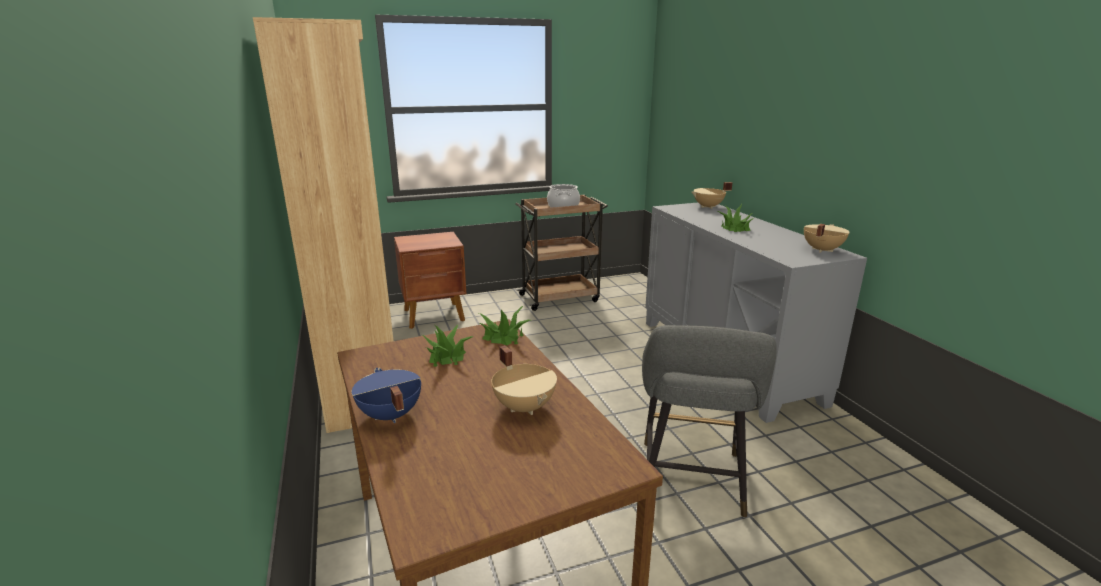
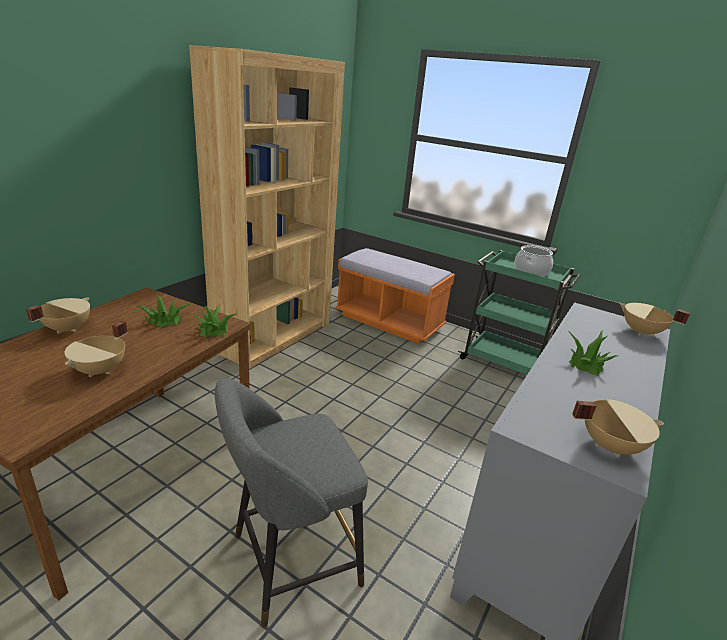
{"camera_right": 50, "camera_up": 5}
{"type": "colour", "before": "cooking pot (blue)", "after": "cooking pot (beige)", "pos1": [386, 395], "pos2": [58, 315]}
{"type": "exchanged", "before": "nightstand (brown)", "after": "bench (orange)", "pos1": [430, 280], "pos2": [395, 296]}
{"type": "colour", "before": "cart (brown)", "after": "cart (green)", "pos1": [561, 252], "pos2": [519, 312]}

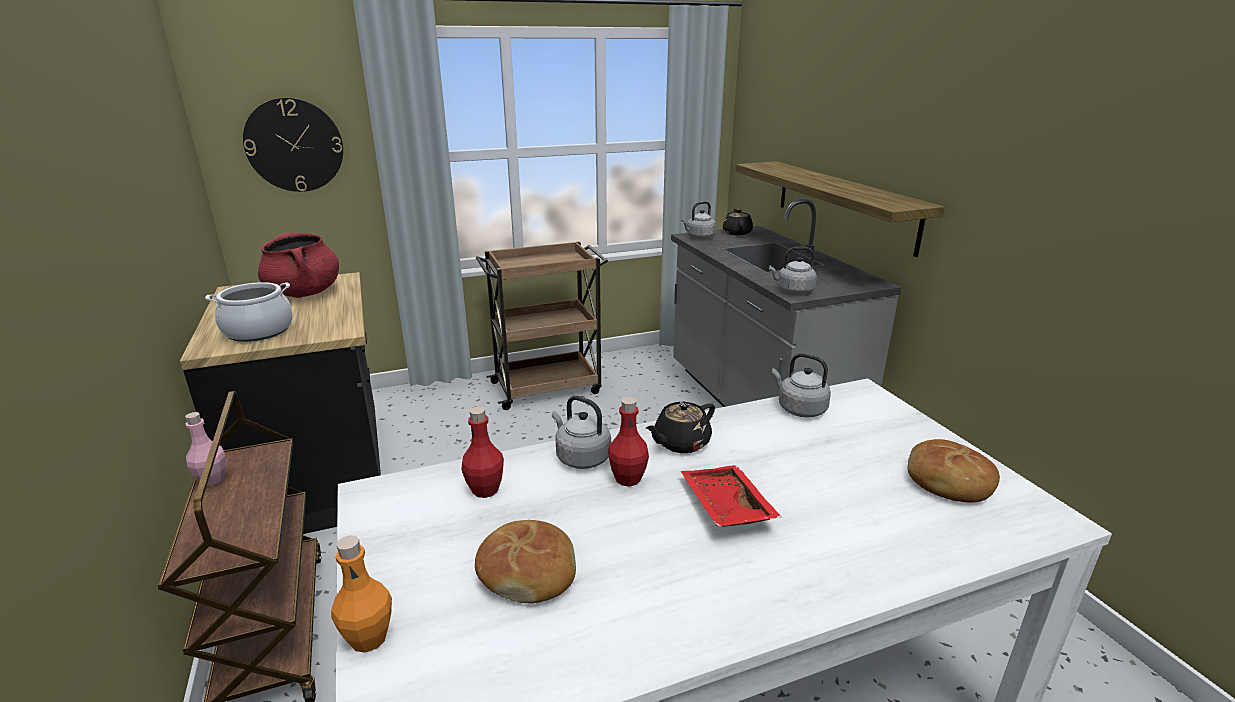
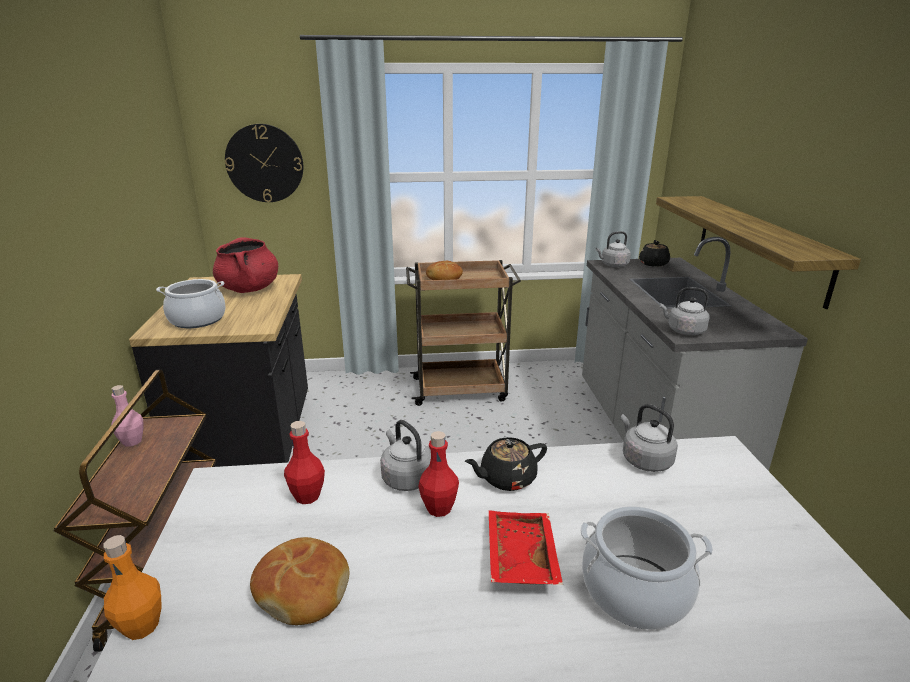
{"camera_right": 15, "camera_up": 0}
{"type": "relocated", "before": "bread", "pos1": [954, 470], "pos2": [444, 270]}
{"type": "appeared", "after": "cooking pot", "pos2": [647, 568]}

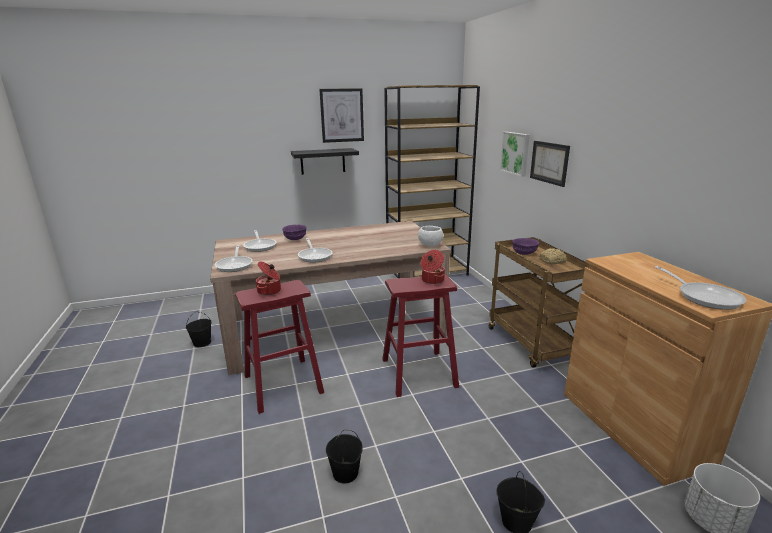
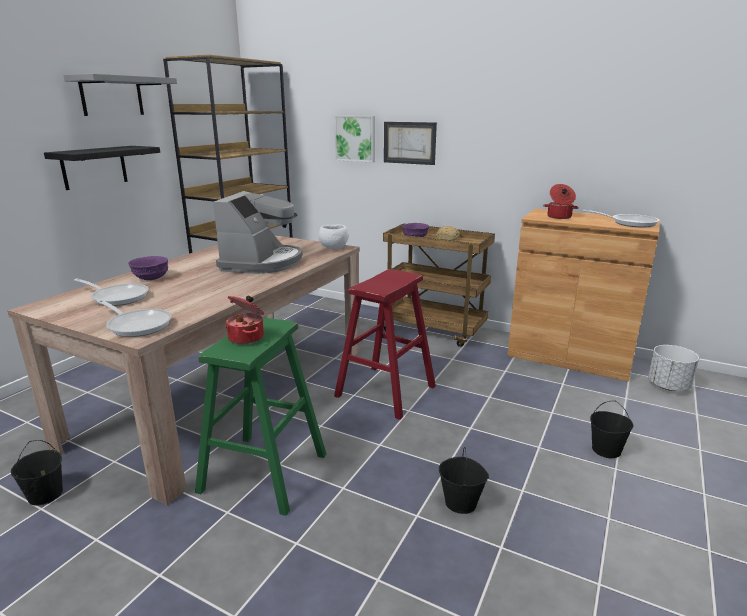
{"camera_right": -45, "camera_up": 0}
{"type": "colour", "before": "stool (red)", "after": "stool (green)", "pos1": [279, 347], "pos2": [260, 416]}
{"type": "missing", "before": "frying pan", "pos1": [315, 250]}
{"type": "exchanged", "before": "picture", "after": "shelf (grey)", "pos1": [341, 115], "pos2": [120, 95]}
{"type": "relocated", "before": "cooking pot", "pos1": [433, 267], "pos2": [561, 201]}
{"type": "appeared", "after": "coffee machine", "pos2": [258, 232]}

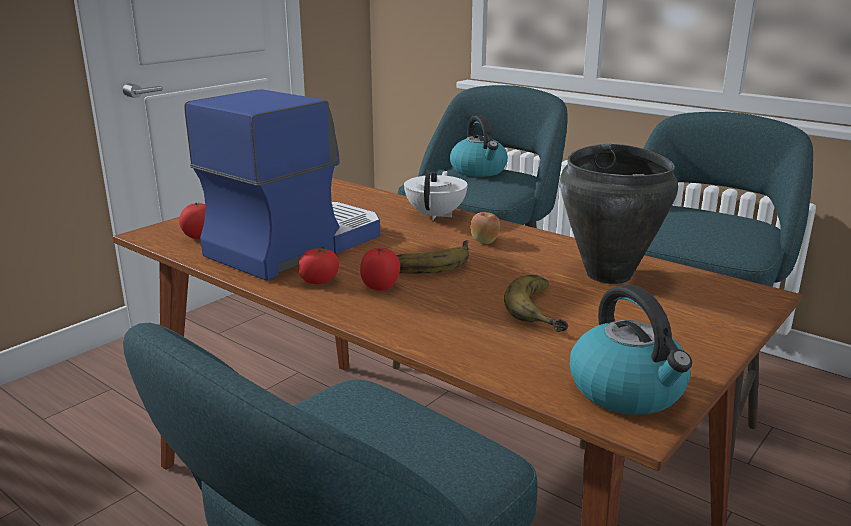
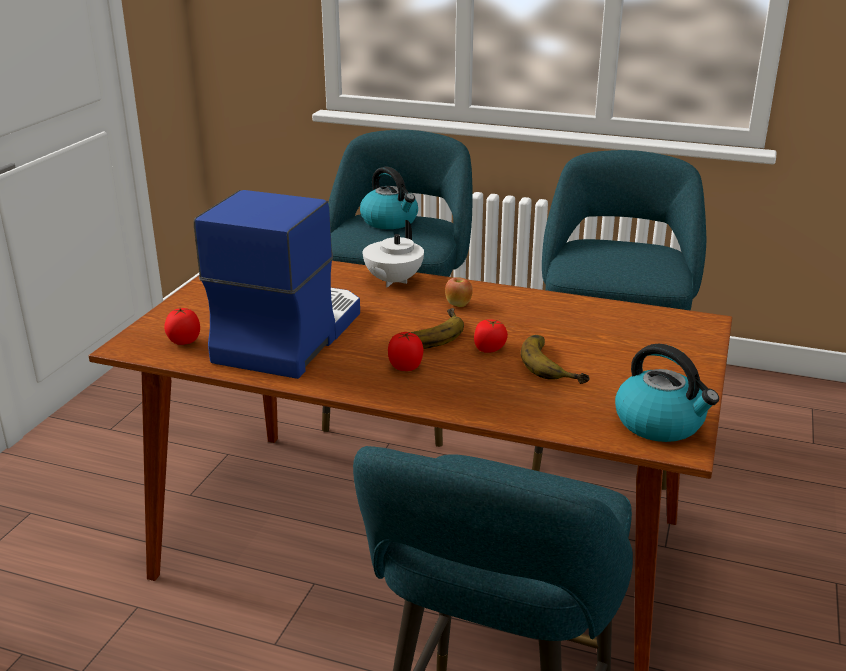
{"camera_right": -20, "camera_up": 5}
{"type": "relocated", "before": "tomato", "pos1": [318, 266], "pos2": [491, 336]}
{"type": "spun", "before": "teapot (white)", "pos1": [436, 196], "pos2": [393, 254], "turn": -150}
{"type": "missing", "before": "cooking pot (black)", "pos1": [619, 214]}

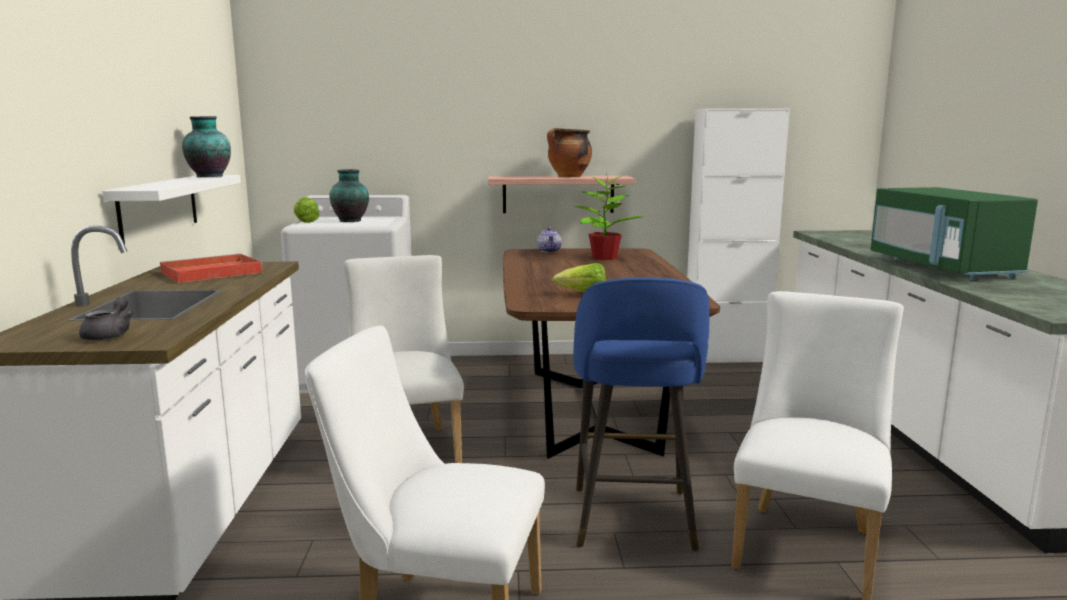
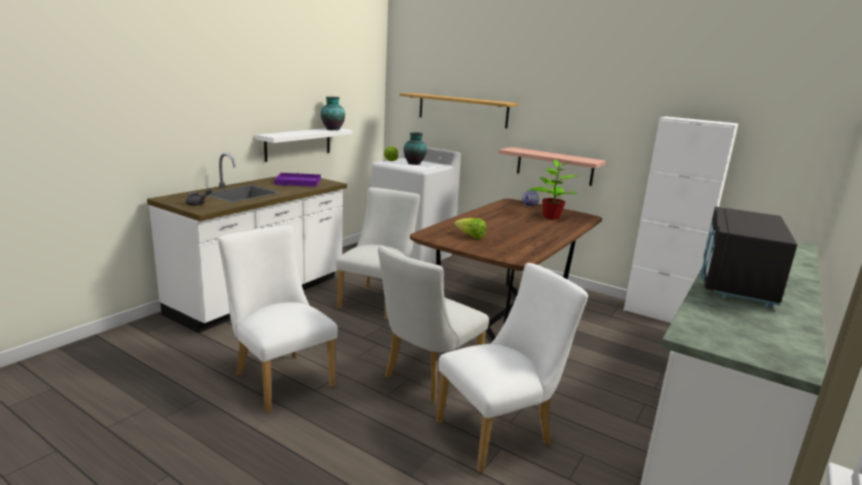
{"camera_right": 35, "camera_up": 5}
{"type": "colour", "before": "tray (red)", "after": "tray (purple)", "pos1": [211, 268], "pos2": [297, 179]}
{"type": "missing", "before": "cooking pot", "pos1": [569, 152]}
{"type": "exchanged", "before": "stool (blue)", "after": "chair (white)", "pos1": [641, 414], "pos2": [433, 324]}
{"type": "colour", "before": "microwave (green)", "after": "microwave (black)", "pos1": [954, 234], "pos2": [749, 257]}
{"type": "appeared", "after": "shelf", "pos2": [459, 110]}

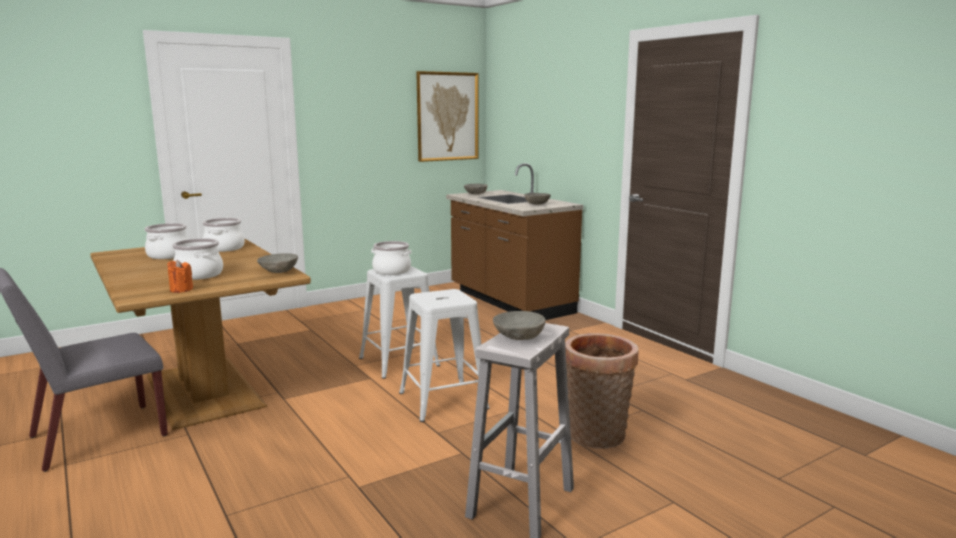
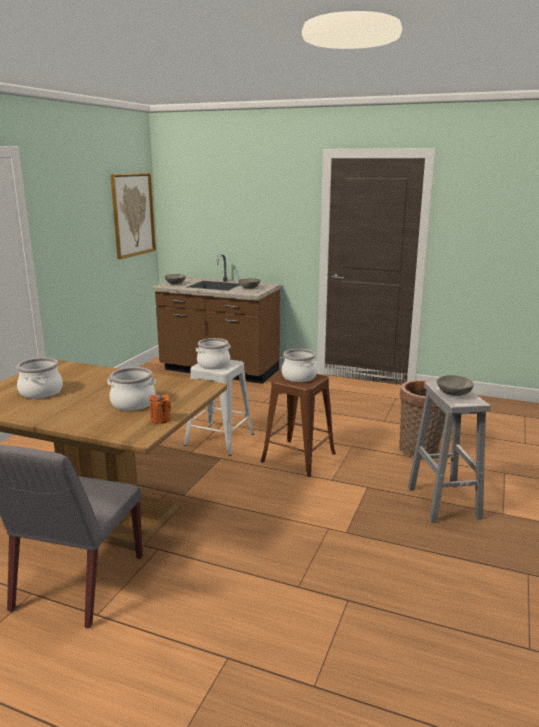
{"camera_right": -35, "camera_up": 5}
{"type": "relocated", "before": "cooking pot", "pos1": [223, 235], "pos2": [299, 365]}
{"type": "missing", "before": "bowl (grey)", "pos1": [277, 263]}
{"type": "colour", "before": "stool (white)", "after": "stool (brown)", "pos1": [444, 355], "pos2": [298, 425]}

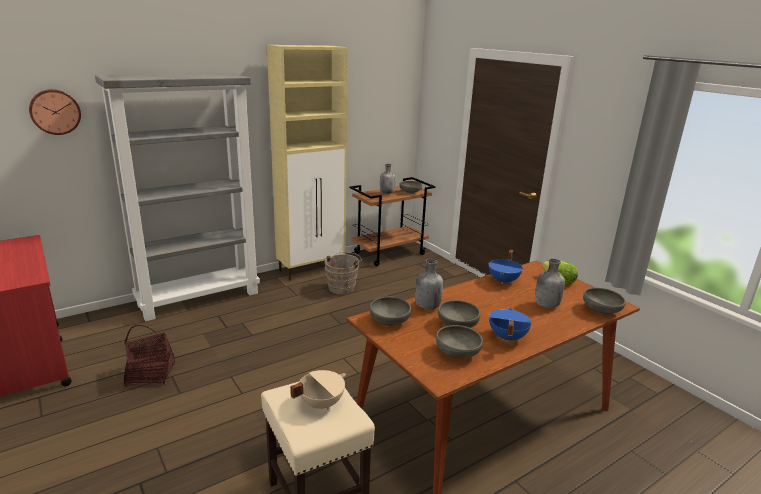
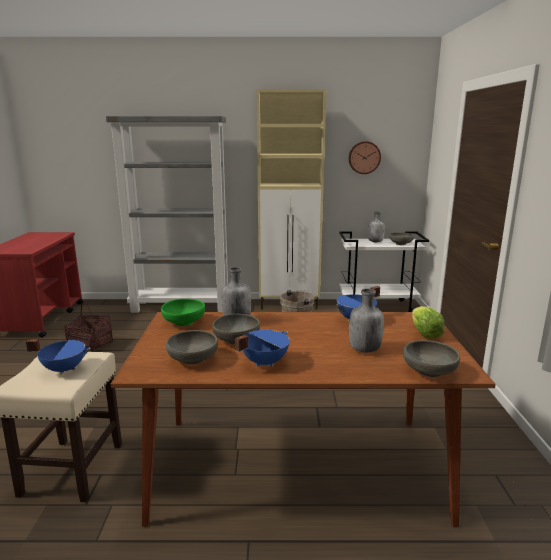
{"camera_right": 35, "camera_up": -5}
{"type": "relocated", "before": "wall clock", "pos1": [55, 112], "pos2": [365, 157]}
{"type": "colour", "before": "cooking pot (beige)", "after": "cooking pot (blue)", "pos1": [318, 390], "pos2": [58, 357]}
{"type": "colour", "before": "cart (brown)", "after": "cart (white)", "pos1": [392, 222], "pos2": [384, 272]}
{"type": "colour", "before": "bowl (grey)", "after": "bowl (green)", "pos1": [390, 311], "pos2": [183, 312]}

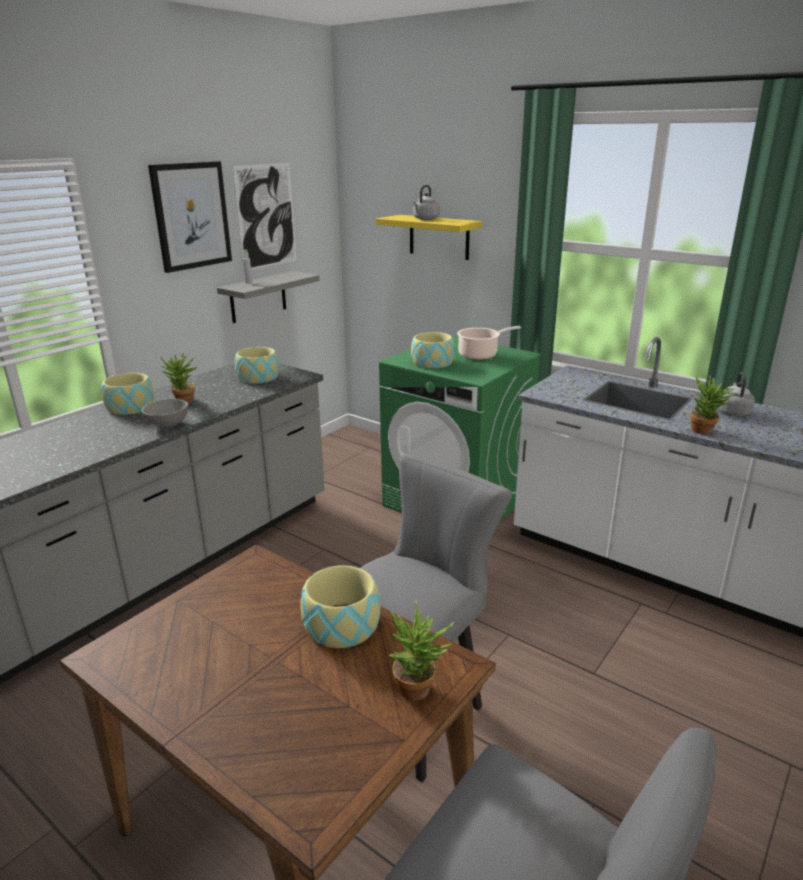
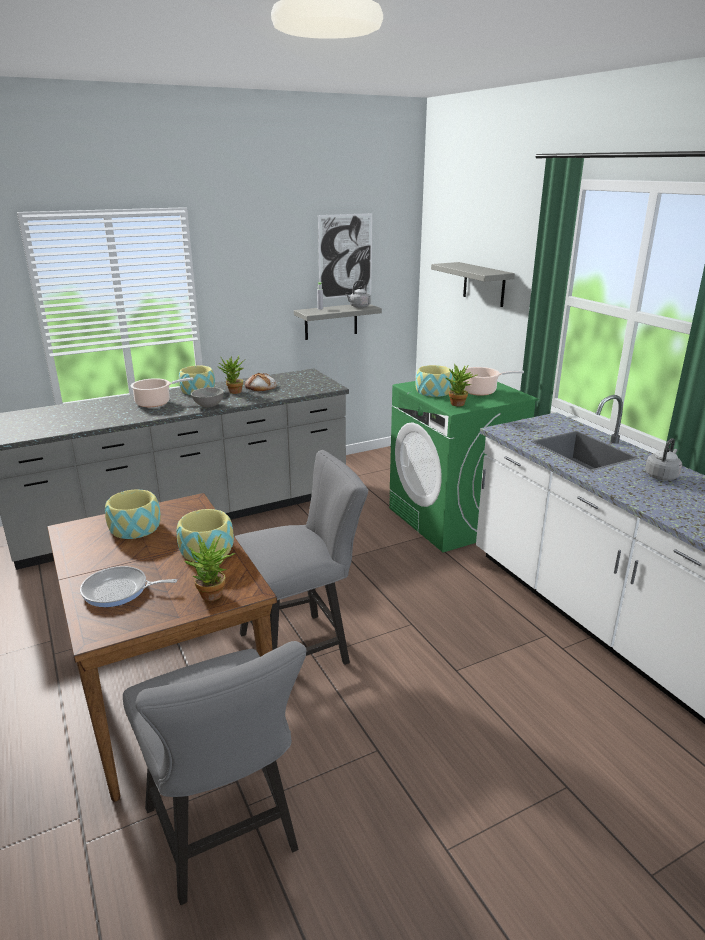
{"camera_right": 25, "camera_up": 0}
{"type": "missing", "before": "picture", "pos1": [190, 217]}
{"type": "relocated", "before": "bowl", "pos1": [257, 365], "pos2": [133, 514]}
{"type": "colour", "before": "shelf (yellow)", "after": "shelf (grey)", "pos1": [429, 237], "pos2": [473, 284]}
{"type": "relocated", "before": "kettle (grey)", "pos1": [426, 202], "pos2": [358, 294]}
{"type": "relocated", "before": "potted plant", "pos1": [714, 405], "pos2": [461, 385]}
{"type": "appeared", "after": "frying pan", "pos2": [128, 586]}
{"type": "appeared", "after": "cooking pot", "pos2": [162, 392]}
{"type": "appeared", "after": "bread", "pos2": [261, 382]}

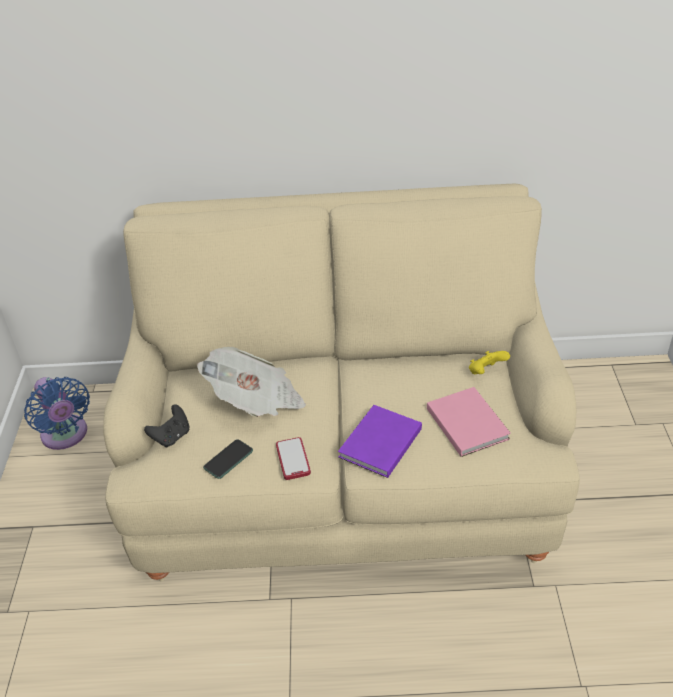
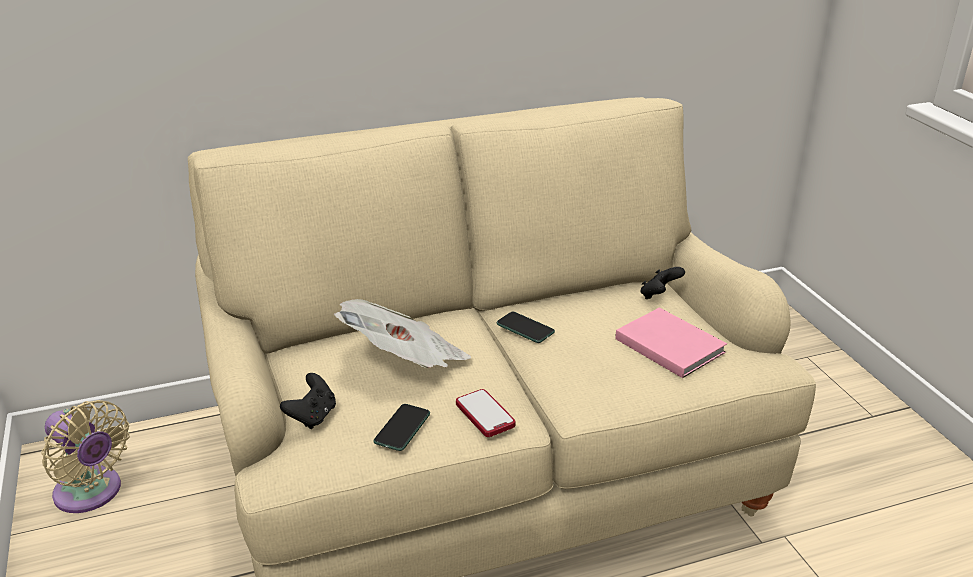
{"camera_right": -20, "camera_up": -10}
{"type": "colour", "before": "fan (blue)", "after": "fan (beige)", "pos1": [57, 413], "pos2": [85, 456]}
{"type": "missing", "before": "book (purple)", "pos1": [380, 441]}
{"type": "colour", "before": "game controller (yellow)", "after": "game controller (black)", "pos1": [489, 362], "pos2": [662, 283]}
{"type": "appeared", "after": "phone", "pos2": [526, 327]}

